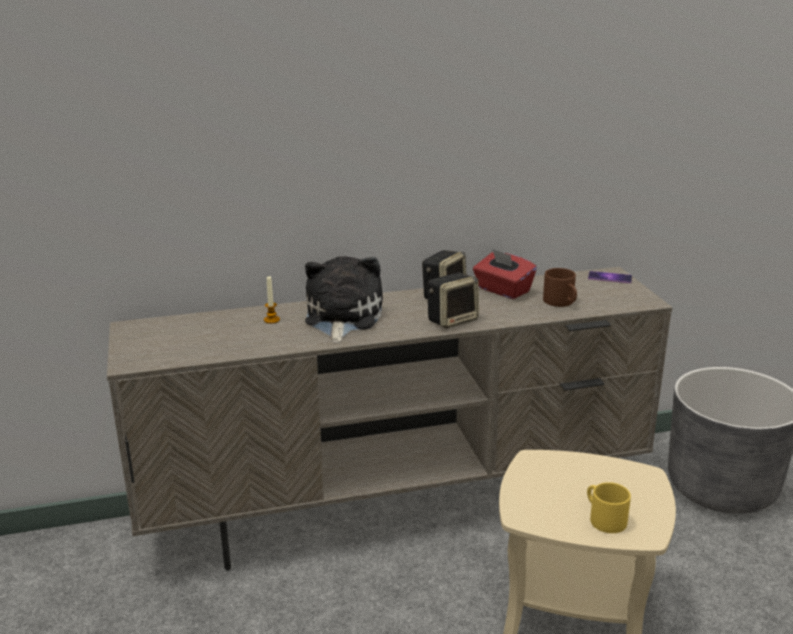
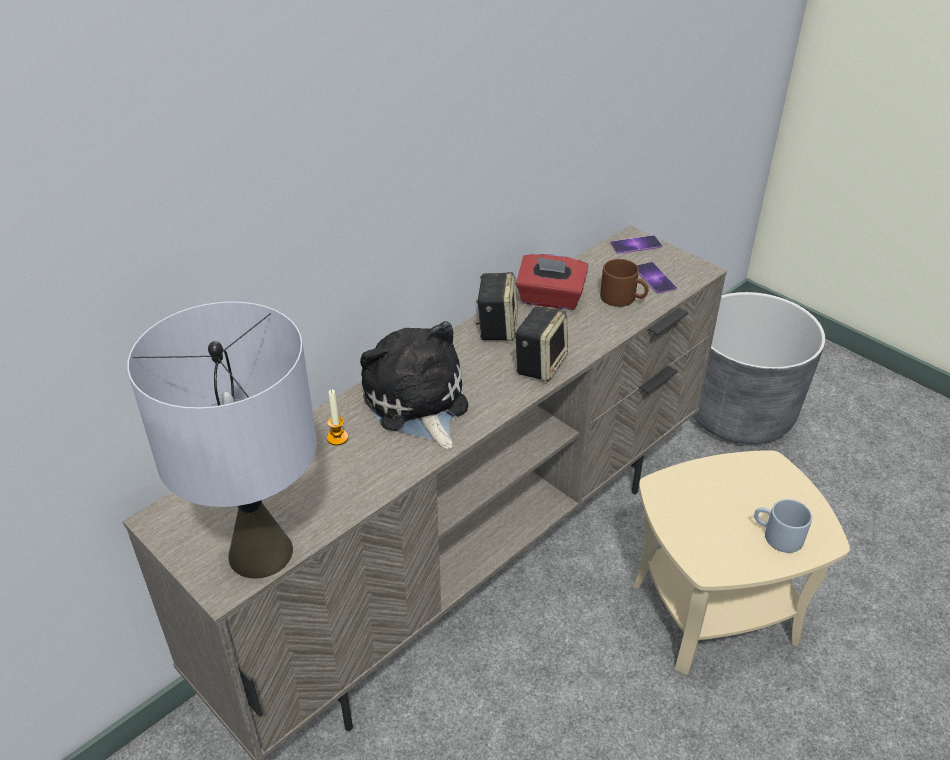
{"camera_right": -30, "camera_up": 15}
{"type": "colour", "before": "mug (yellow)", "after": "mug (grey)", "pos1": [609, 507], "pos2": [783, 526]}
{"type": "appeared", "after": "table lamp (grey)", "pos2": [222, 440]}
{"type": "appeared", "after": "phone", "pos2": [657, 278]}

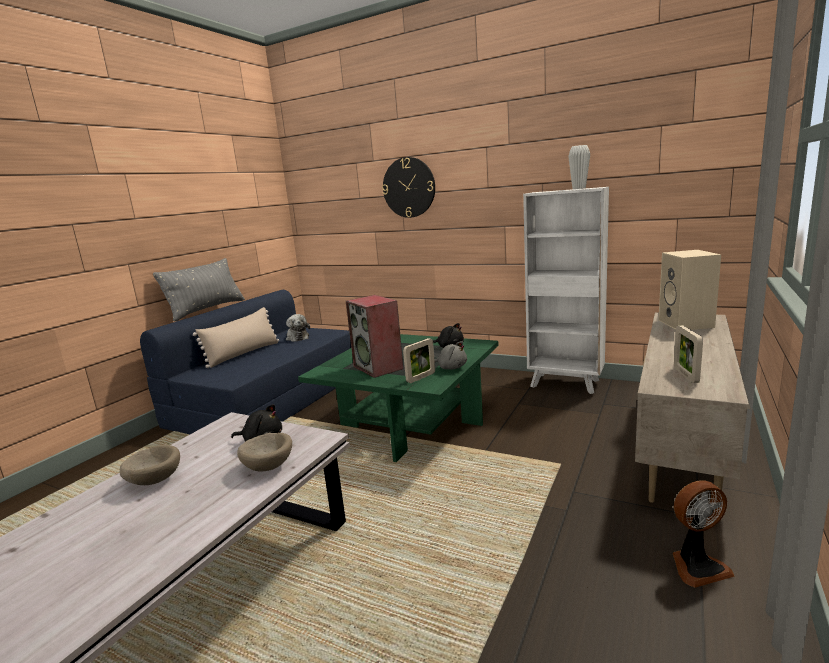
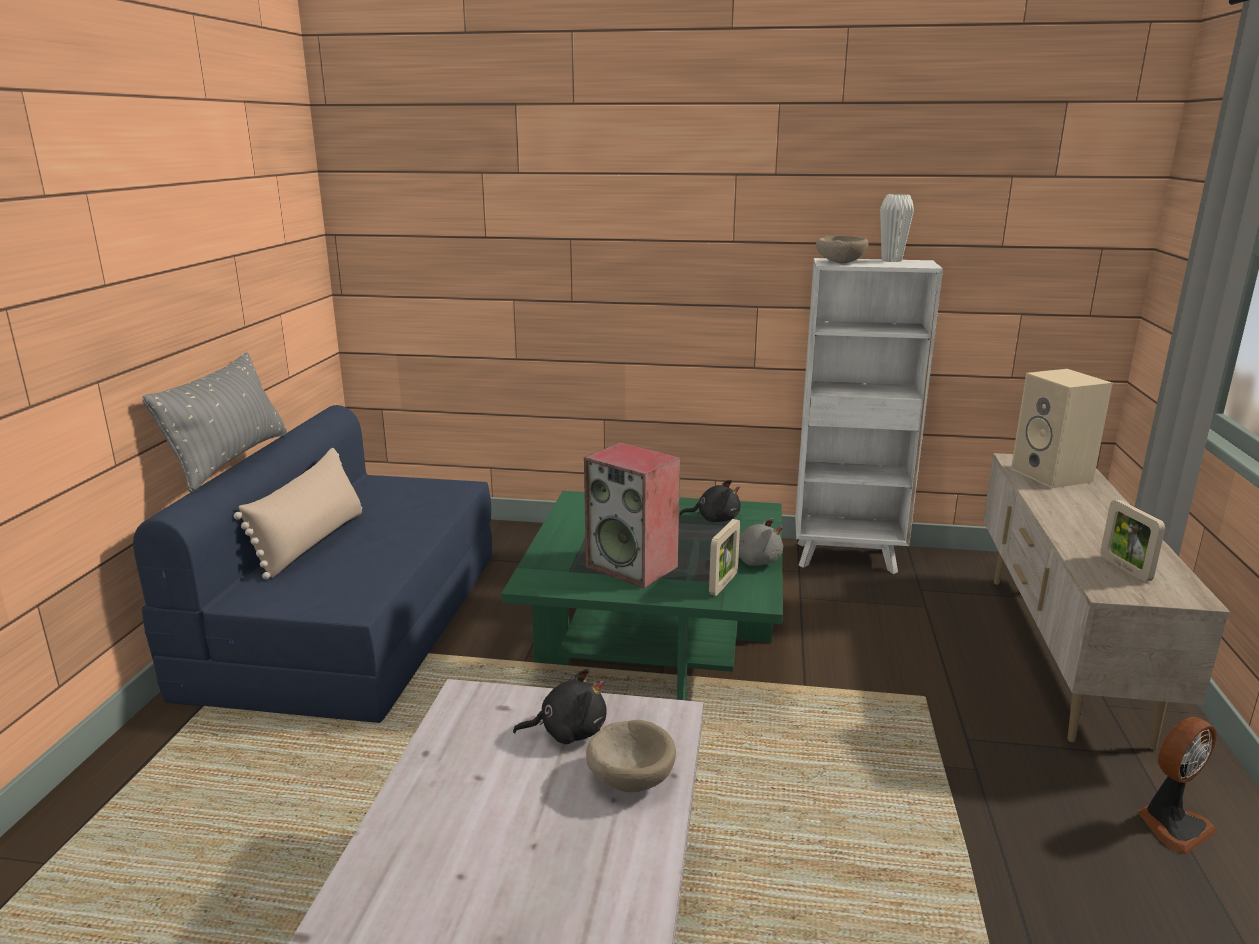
{"camera_right": -20, "camera_up": 5}
{"type": "relocated", "before": "bowl (beige)", "pos1": [150, 465], "pos2": [842, 250]}
{"type": "missing", "before": "plush toy", "pos1": [298, 328]}
{"type": "missing", "before": "wall clock", "pos1": [408, 187]}

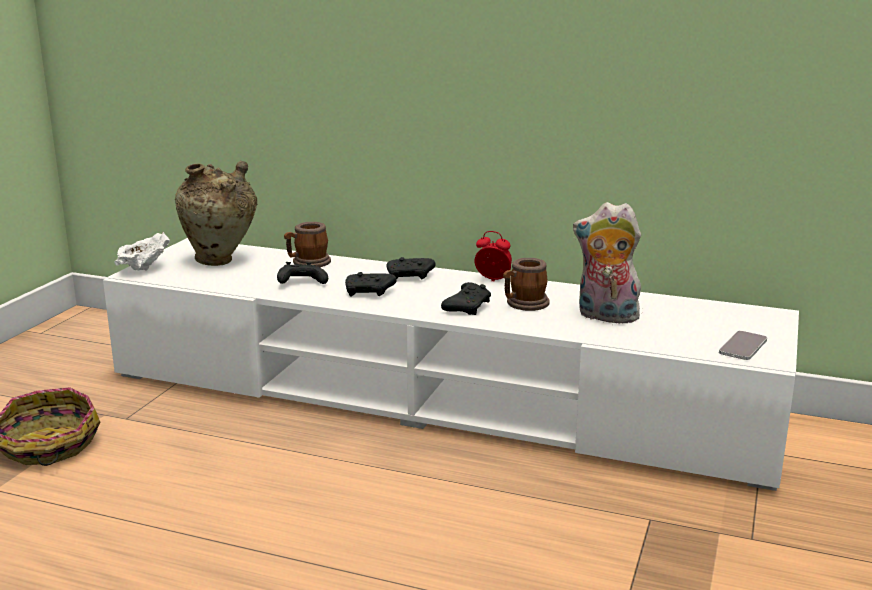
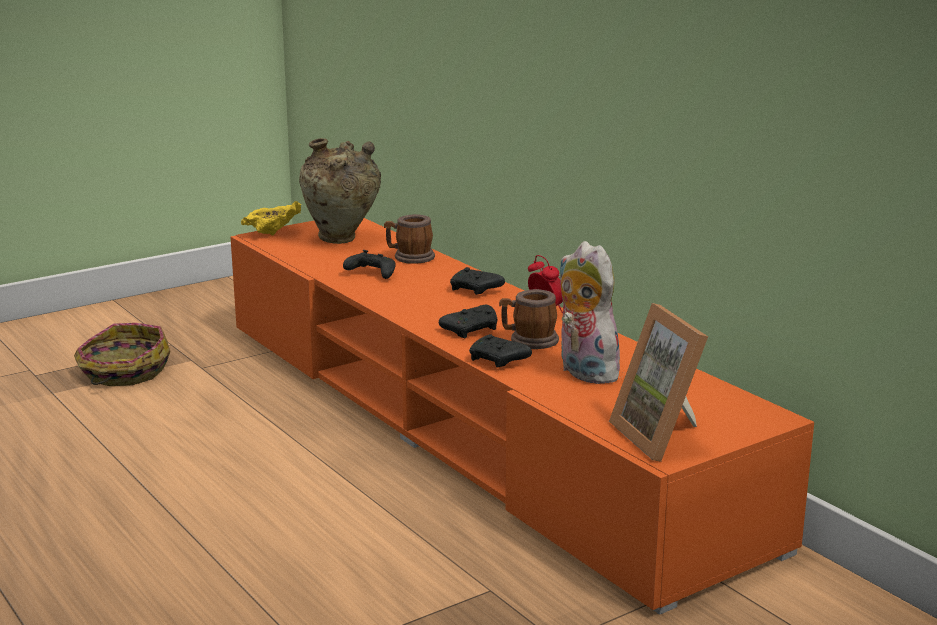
{"camera_right": 35, "camera_up": 0}
{"type": "colour", "before": "tv stand (white)", "after": "tv stand (orange)", "pos1": [451, 364], "pos2": [522, 416]}
{"type": "colour", "before": "bowl (white)", "after": "bowl (yellow)", "pos1": [142, 251], "pos2": [271, 218]}
{"type": "relocated", "before": "game controller (black)", "pos1": [371, 284], "pos2": [500, 351]}
{"type": "exchanged", "before": "phone", "after": "picture frame", "pos1": [743, 345], "pos2": [658, 382]}

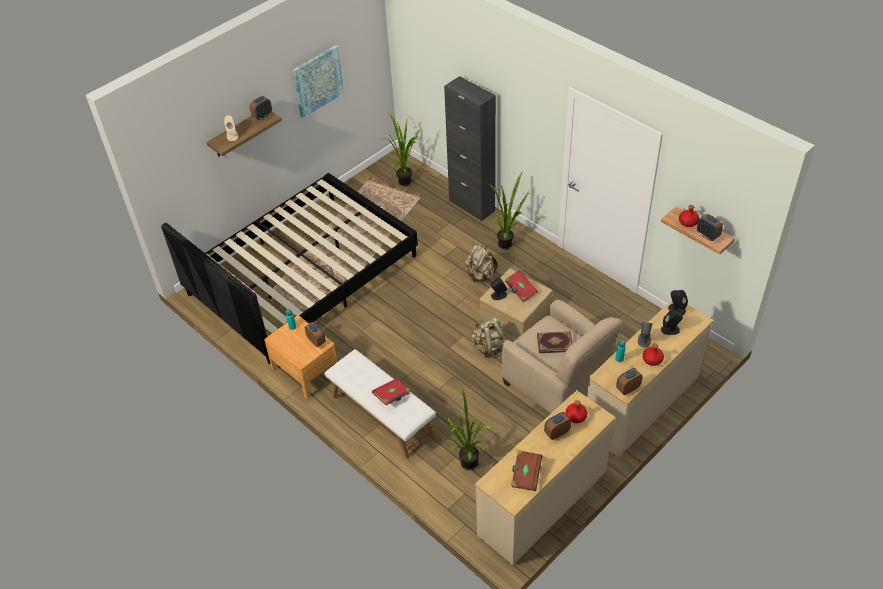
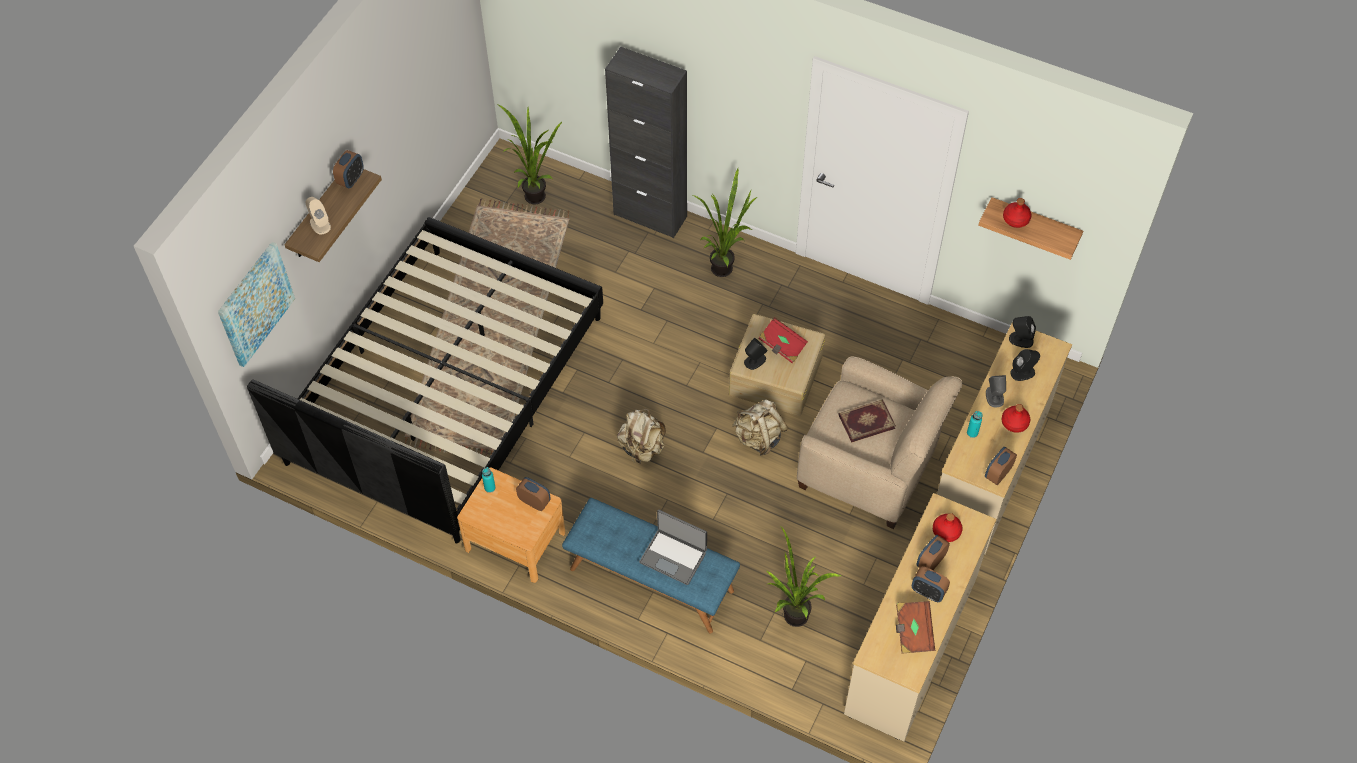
{"camera_right": -20, "camera_up": 10}
{"type": "relocated", "before": "picture", "pos1": [318, 81], "pos2": [256, 304]}
{"type": "colour", "before": "bench (white)", "after": "bench (blue)", "pos1": [380, 404], "pos2": [651, 566]}
{"type": "exchanged", "before": "book (red)", "after": "laptop", "pos1": [391, 392], "pos2": [673, 547]}
{"type": "relocated", "before": "backpack (beige)", "pos1": [481, 263], "pos2": [641, 436]}
{"type": "relocated", "before": "alarm clock", "pos1": [710, 227], "pos2": [931, 584]}

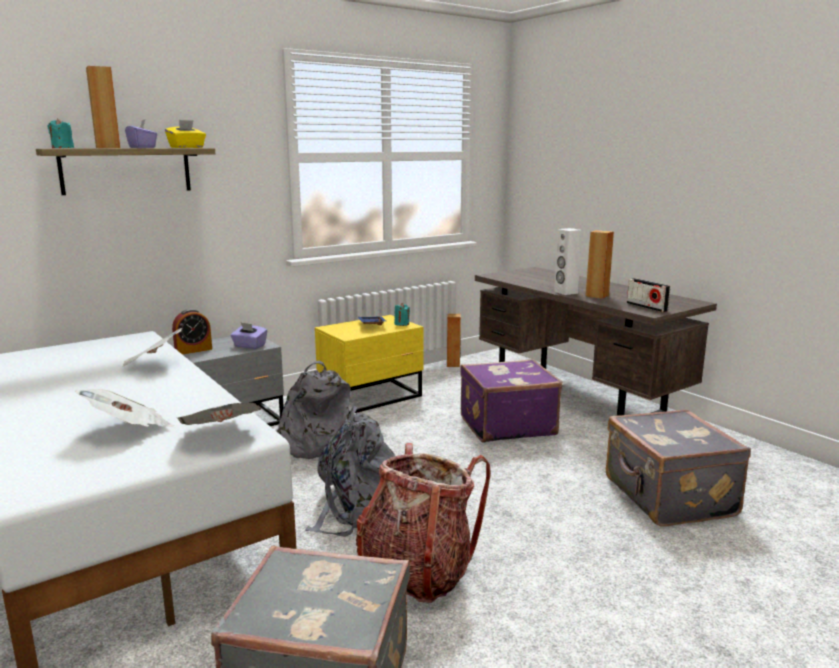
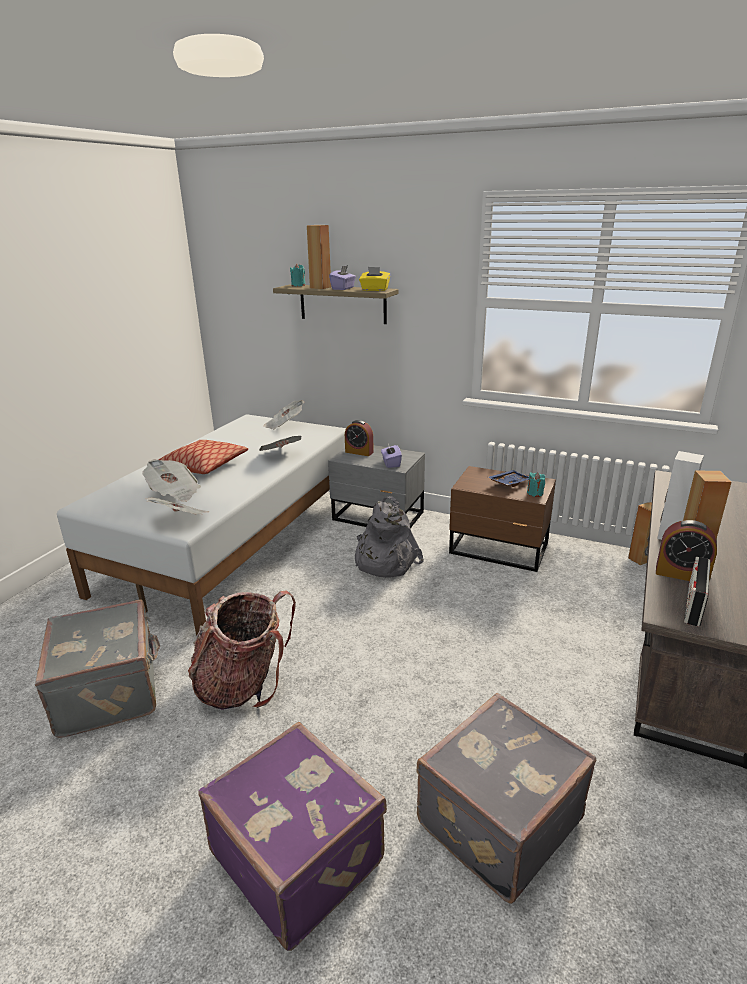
{"camera_right": 60, "camera_up": 10}
{"type": "missing", "before": "backpack (grey)", "pos1": [350, 471]}
{"type": "colour", "before": "nightstand (yellow)", "after": "nightstand (brown)", "pos1": [369, 365], "pos2": [502, 519]}
{"type": "relocated", "before": "suitcase (purple)", "pos1": [511, 401], "pos2": [293, 836]}
{"type": "appeared", "after": "pillow", "pos2": [203, 457]}
{"type": "appeared", "after": "newspaper", "pos2": [284, 415]}
{"type": "appeared", "after": "alarm clock", "pos2": [686, 550]}

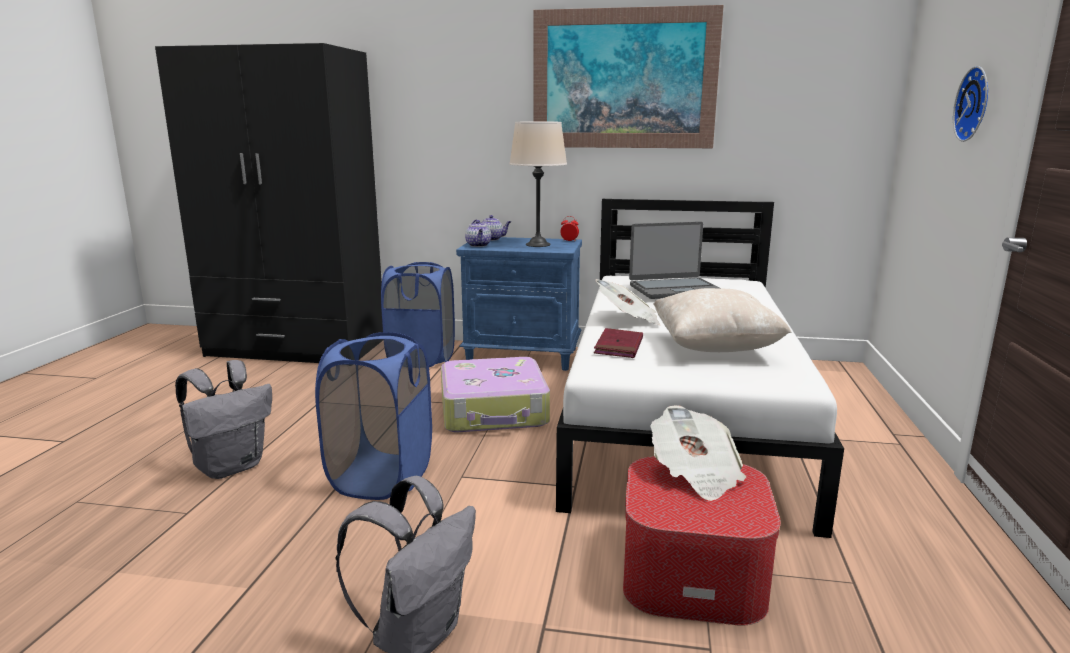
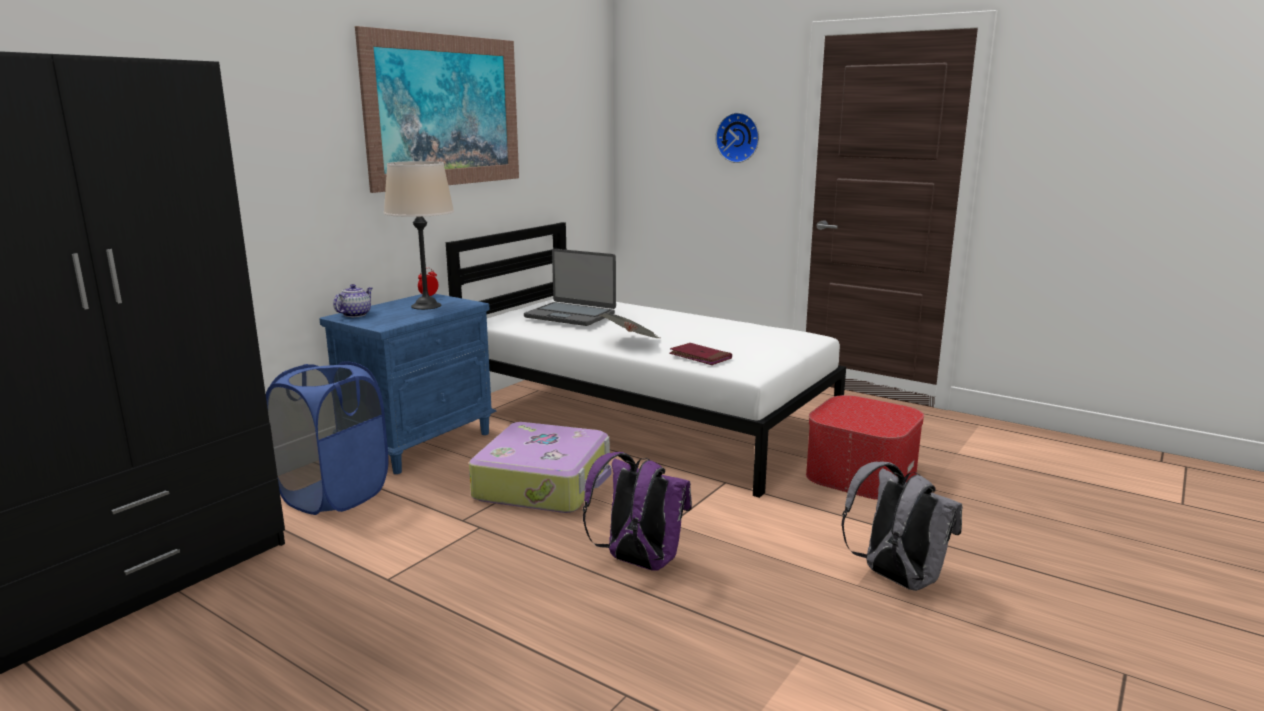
{"camera_right": -65, "camera_up": 0}
{"type": "missing", "before": "backpack (grey)", "pos1": [223, 419]}
{"type": "exchanged", "before": "laundry basket (blue)", "after": "backpack (purple)", "pos1": [373, 416], "pos2": [637, 511]}
{"type": "missing", "before": "teapot", "pos1": [478, 233]}
{"type": "spun", "before": "laptop", "pos1": [674, 260], "pos2": [570, 287], "turn": 105}
{"type": "missing", "before": "newspaper", "pos1": [698, 453]}
{"type": "missing", "before": "pillow (beige)", "pos1": [722, 320]}

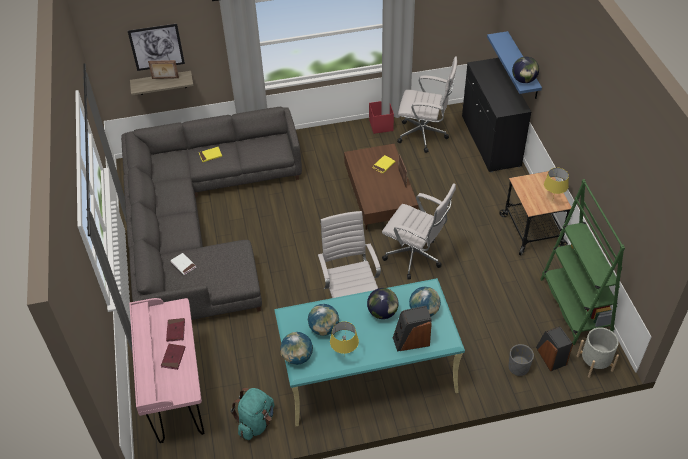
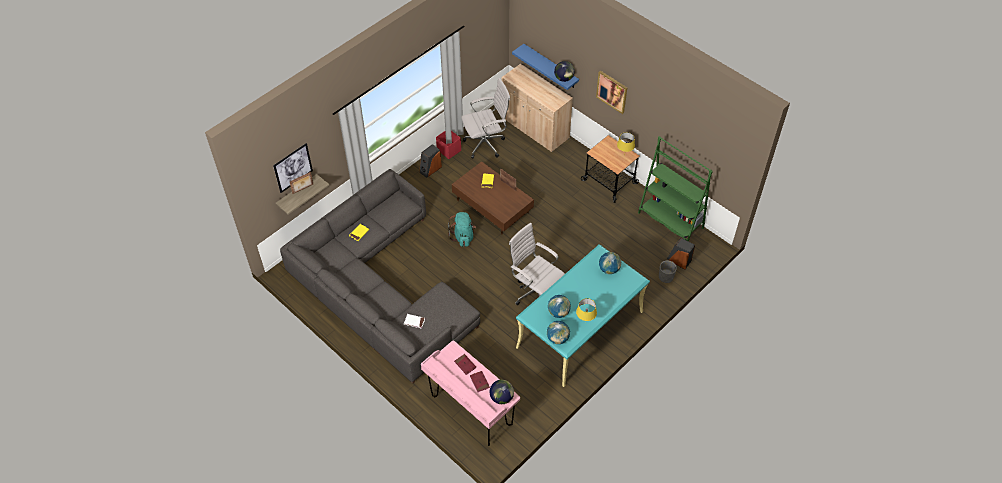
{"camera_right": -35, "camera_up": 5}
{"type": "relocated", "before": "backpack (turquoise)", "pos1": [252, 414], "pos2": [462, 229]}
{"type": "relocated", "before": "globe", "pos1": [383, 303], "pos2": [502, 392]}
{"type": "missing", "before": "office chair (white)", "pos1": [419, 231]}
{"type": "relocated", "before": "speaker", "pos1": [412, 329], "pos2": [430, 161]}
{"type": "colour", "before": "cabinet (black)", "after": "cabinet (beige)", "pos1": [496, 115], "pos2": [537, 108]}
{"type": "missing", "before": "planter (grey)", "pos1": [598, 352]}
{"type": "appeared", "after": "picture", "pos2": [611, 92]}

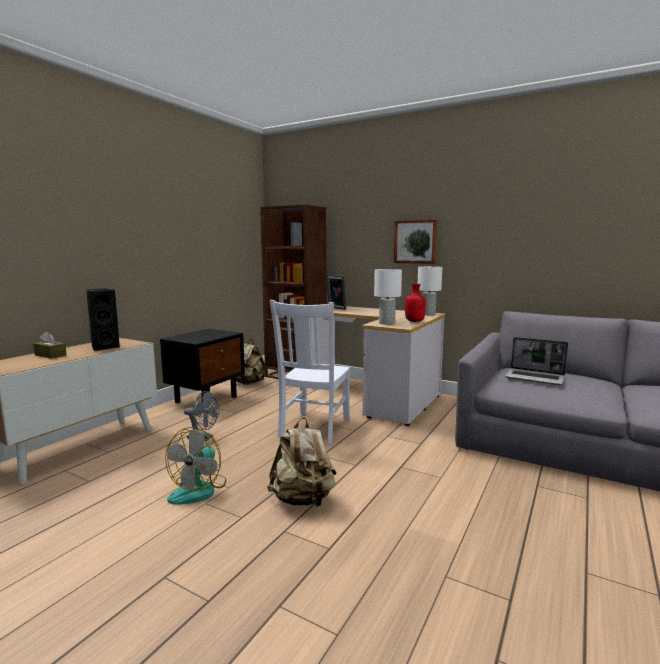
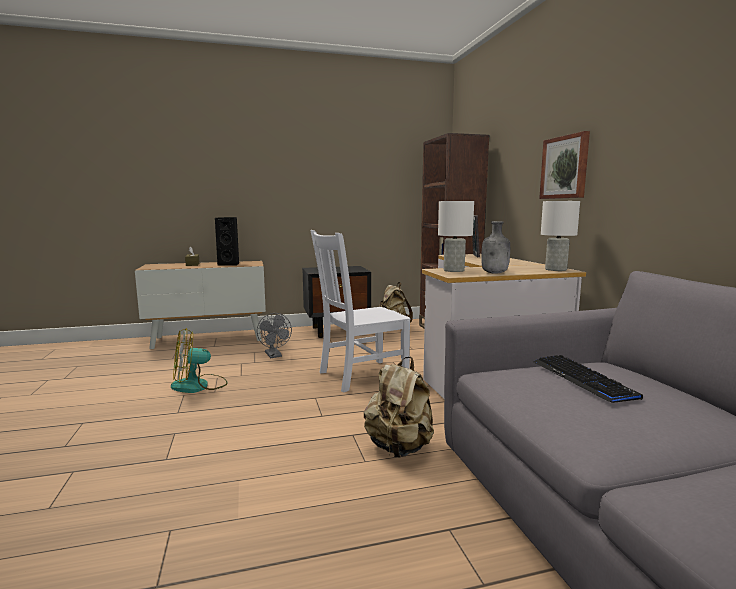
{"camera_right": 45, "camera_up": 0}
{"type": "relocated", "before": "backpack (beige)", "pos1": [302, 462], "pos2": [399, 407]}
{"type": "colour", "before": "bottle (red)", "after": "bottle (grey)", "pos1": [415, 303], "pos2": [495, 247]}
{"type": "exchanged", "before": "laptop", "after": "keyboard", "pos1": [536, 361], "pos2": [588, 379]}

